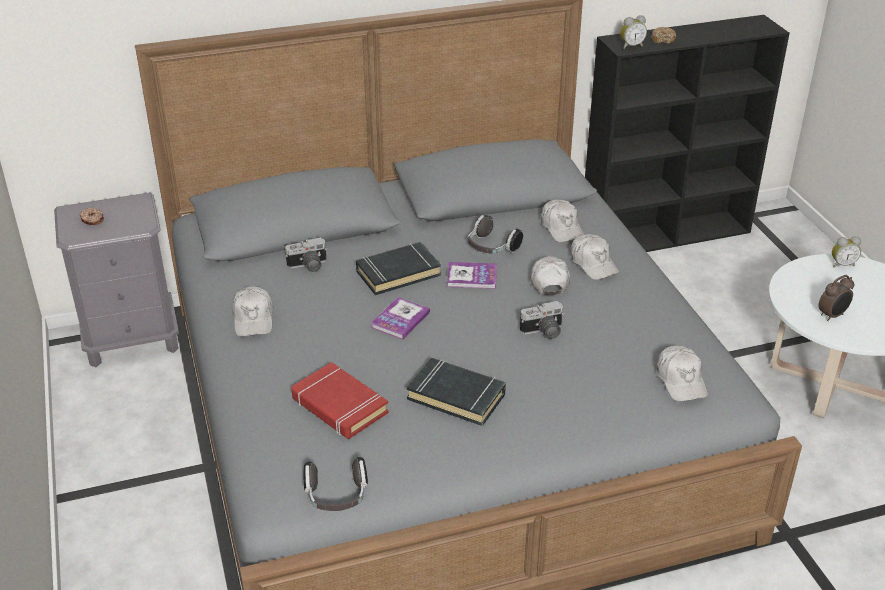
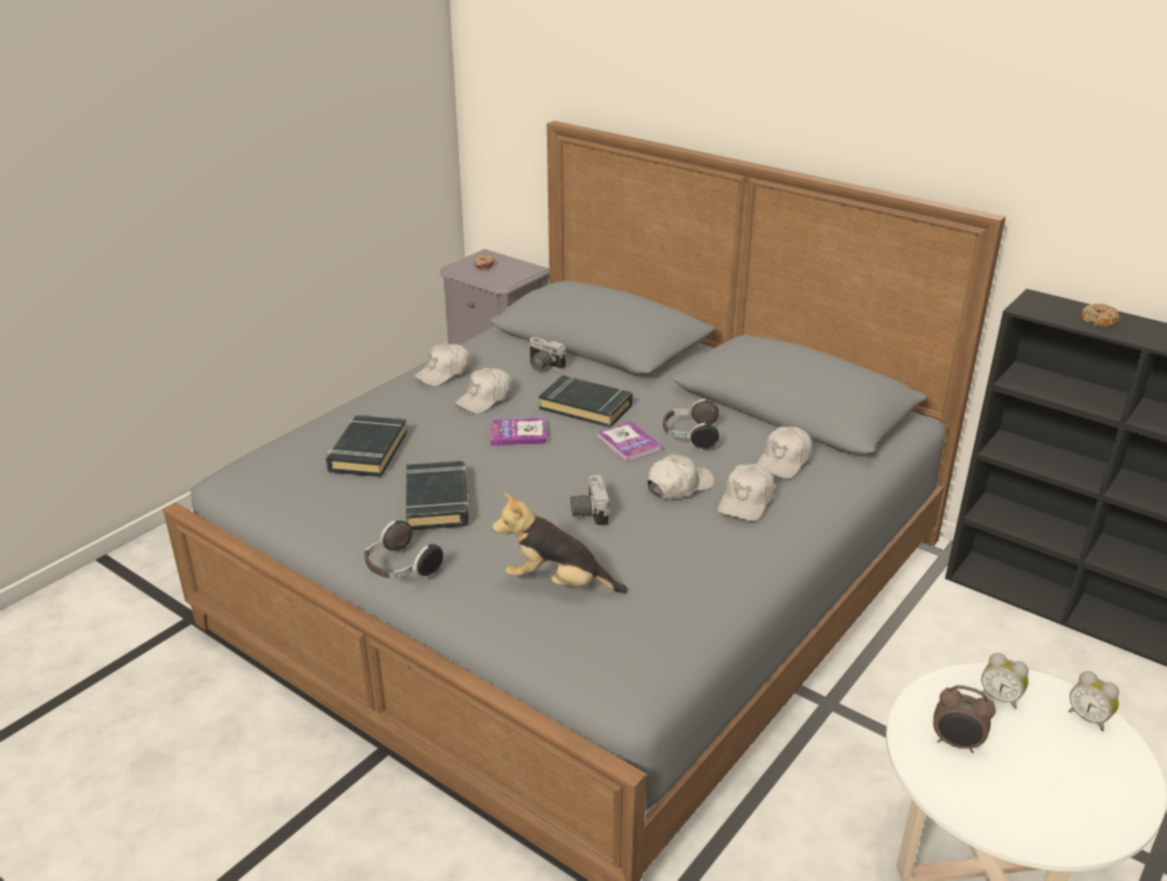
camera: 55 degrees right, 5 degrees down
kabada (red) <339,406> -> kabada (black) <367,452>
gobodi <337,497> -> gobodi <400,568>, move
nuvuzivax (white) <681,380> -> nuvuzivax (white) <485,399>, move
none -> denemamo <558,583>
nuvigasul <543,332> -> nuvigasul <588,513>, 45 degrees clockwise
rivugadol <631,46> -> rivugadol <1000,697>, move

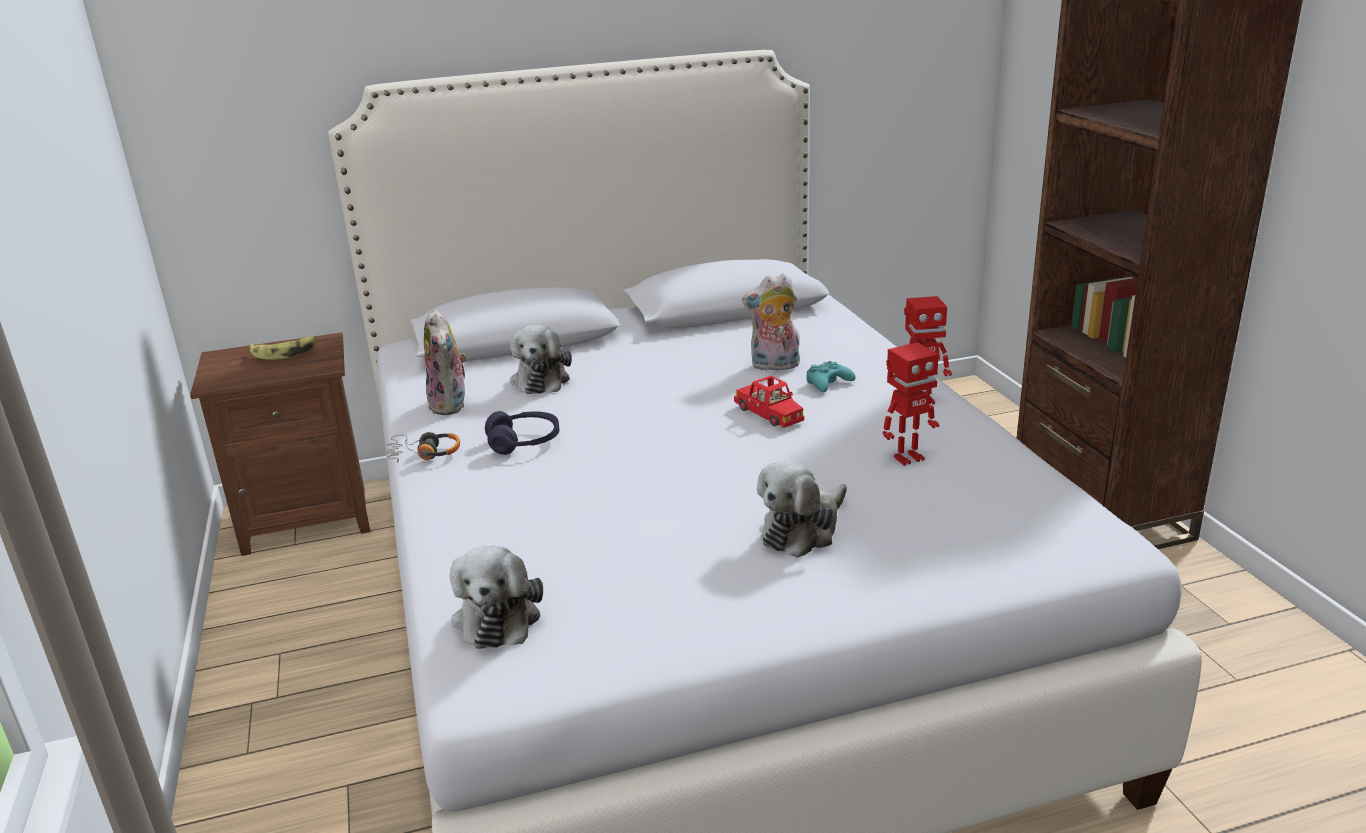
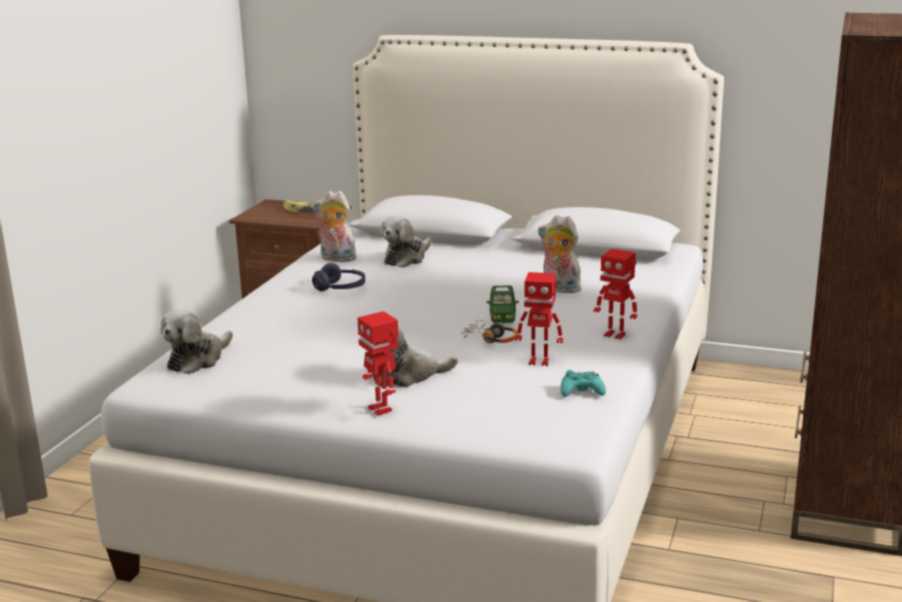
camera: 35 degrees right, 5 degrees down
denemamo <451,405> -> denemamo <336,259>, 90 degrees clockwise
none -> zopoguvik <381,409>
gobodi <424,454> -> gobodi <490,339>, move
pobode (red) <769,414> -> pobode (green) <502,314>
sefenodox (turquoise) <828,383> -> sefenodox (turquoise) <581,391>, move

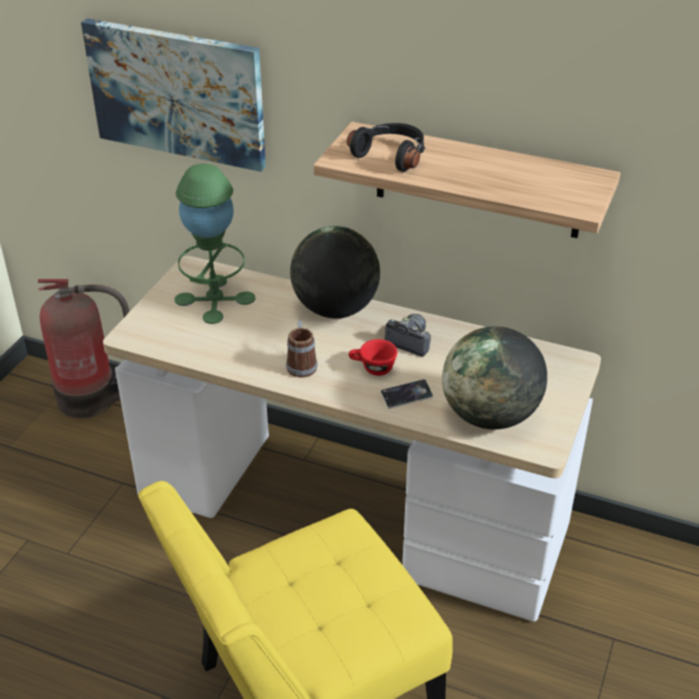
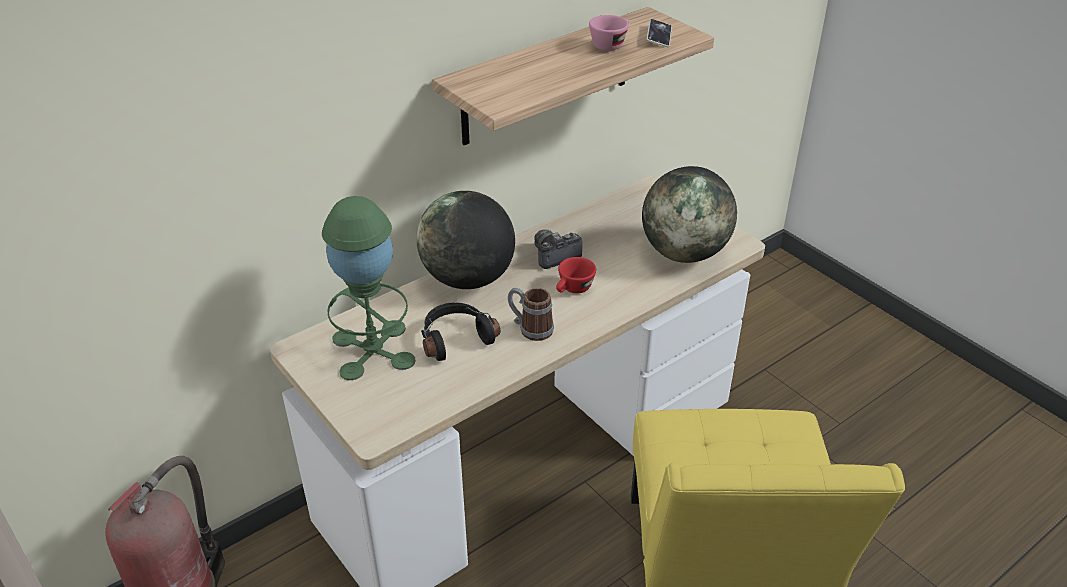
camera: 60 degrees left, 0 degrees up
gobodi (black) <392,155> -> gobodi (black) <455,338>, move
none -> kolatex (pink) <610,44>
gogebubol <406,396> -> gogebubol <659,36>, move
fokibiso <177,93> -> none

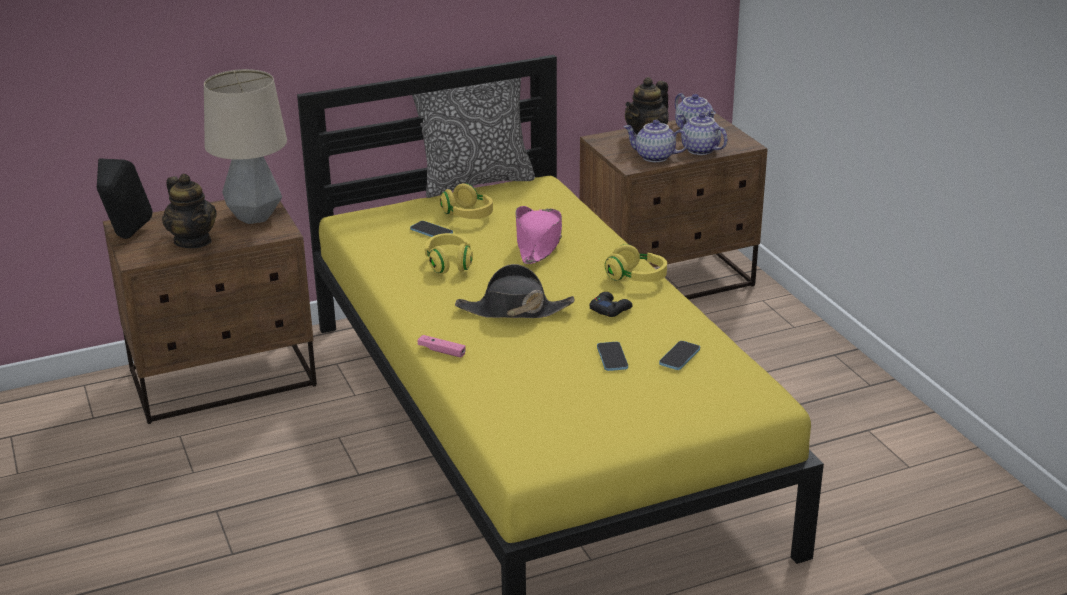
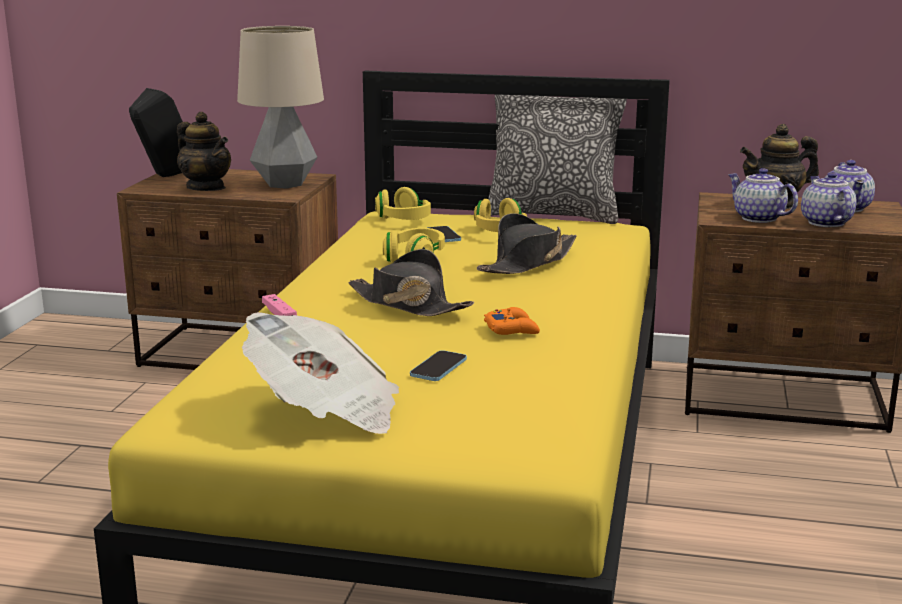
camera: 35 degrees right, 10 degrees down
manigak <193,241> -> manigak <206,188>, 45 degrees counterclockwise
none -> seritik <326,411>
gobodi (yellow) <636,278> -> gobodi (yellow) <403,220>, move
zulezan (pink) <538,243> -> zulezan (black) <527,262>
sefenodox (black) <610,309> -> sefenodox (orange) <512,329>
gogebubol <679,357> -> none

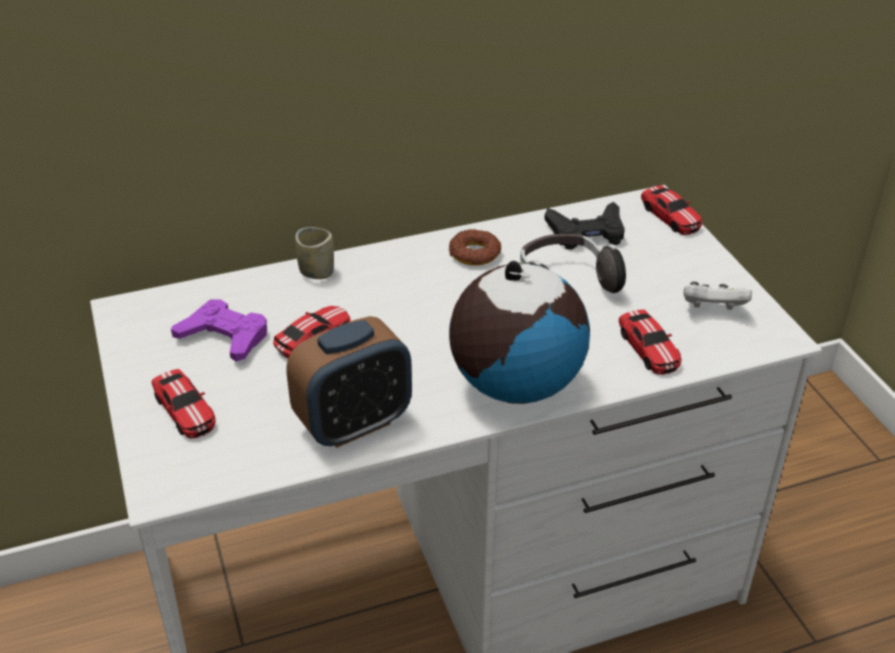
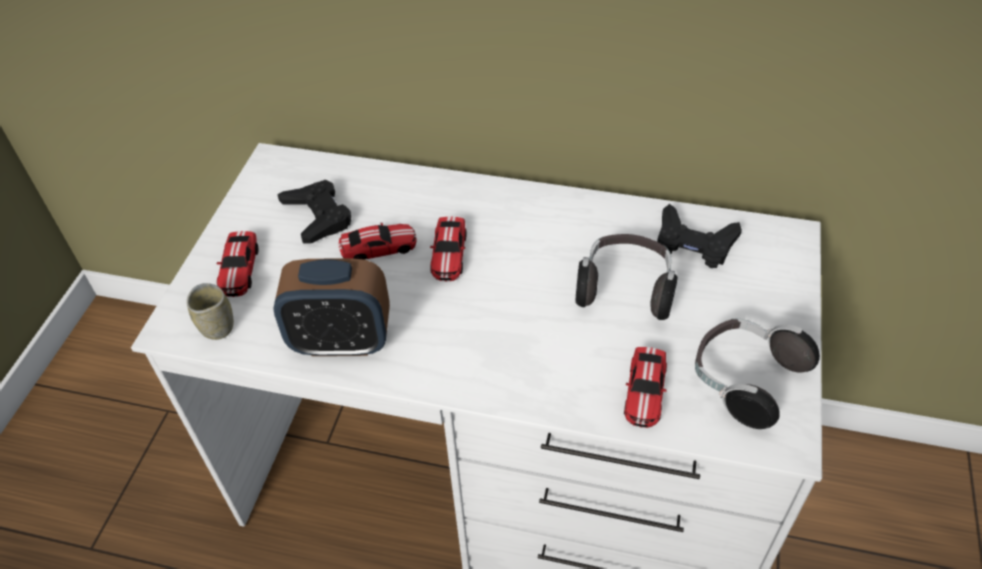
camera: 35 degrees right, 10 degrees up
kolatex <316,272> -> kolatex <217,327>, move
sefenodox (purple) <224,337> -> sefenodox (black) <318,216>
pobode <670,216> -> pobode <449,253>, move
sefenodox (white) <712,309> -> gobodi <744,380>
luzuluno <474,253> -> none
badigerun <515,384> -> none

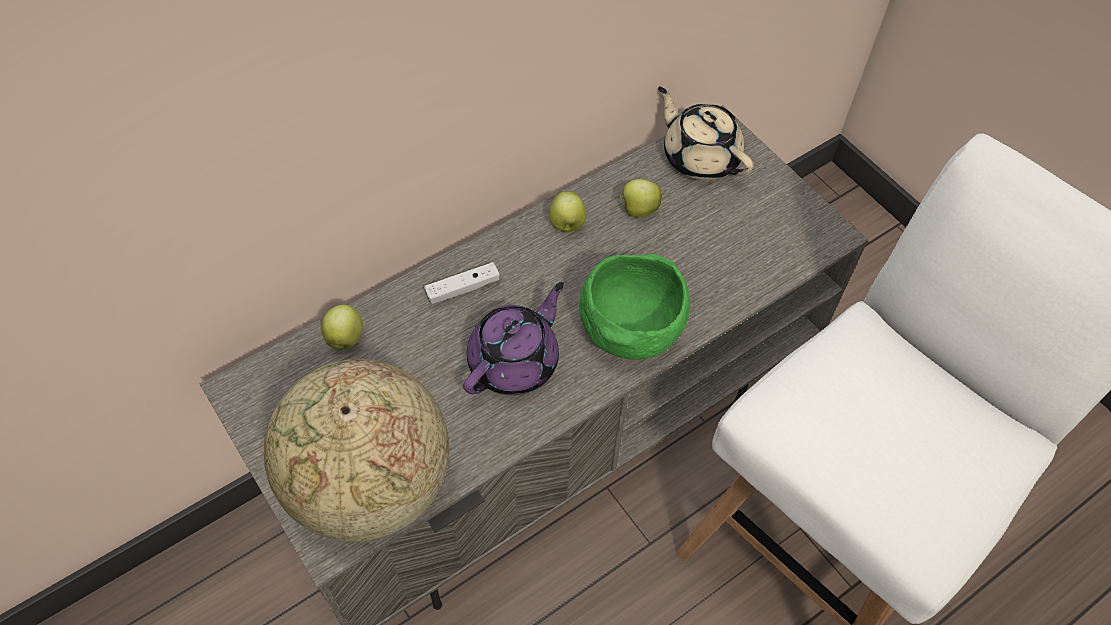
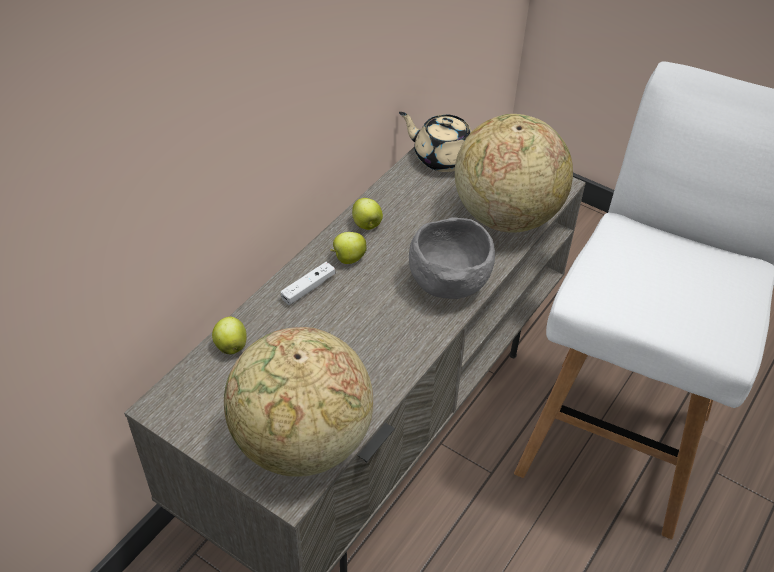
camera: 20 degrees left, 10 degrees down
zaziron <637,210> -> zaziron <348,259>, move
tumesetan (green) <630,330> -> tumesetan (grey) <448,282>
none -> badigerun <506,216>
manigak (purple) <515,361> -> none

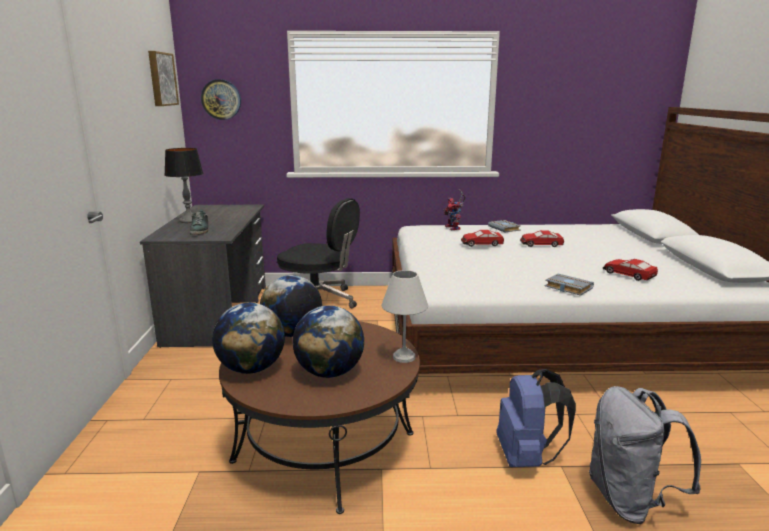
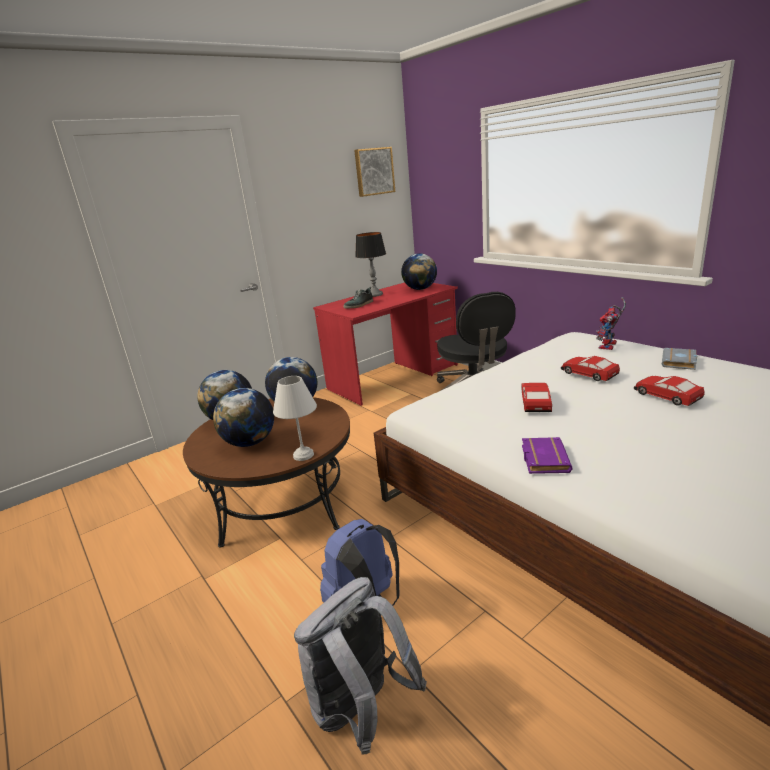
camera: 55 degrees right, 5 degrees up
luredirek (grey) <219,314> -> luredirek (red) <394,377>
none -> badigerun <420,289>
pobode <628,274> -> pobode <535,402>, move
kabada (grey) <567,288> -> kabada (purple) <543,458>
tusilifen <221,99> -> none

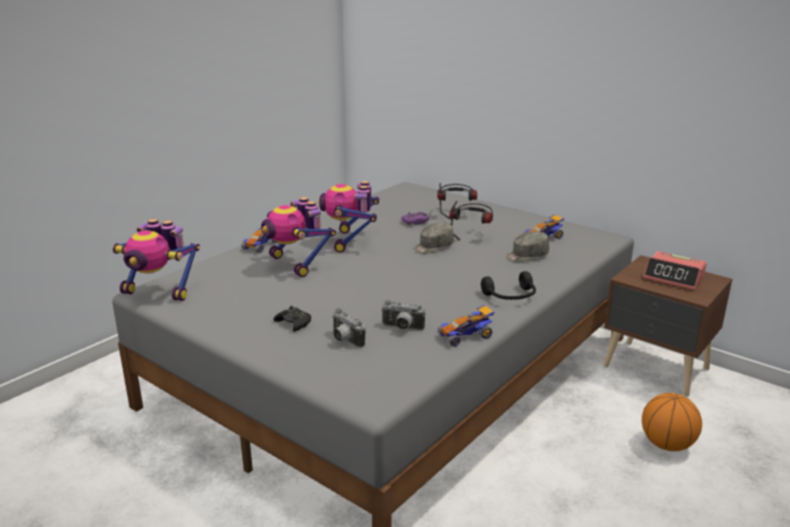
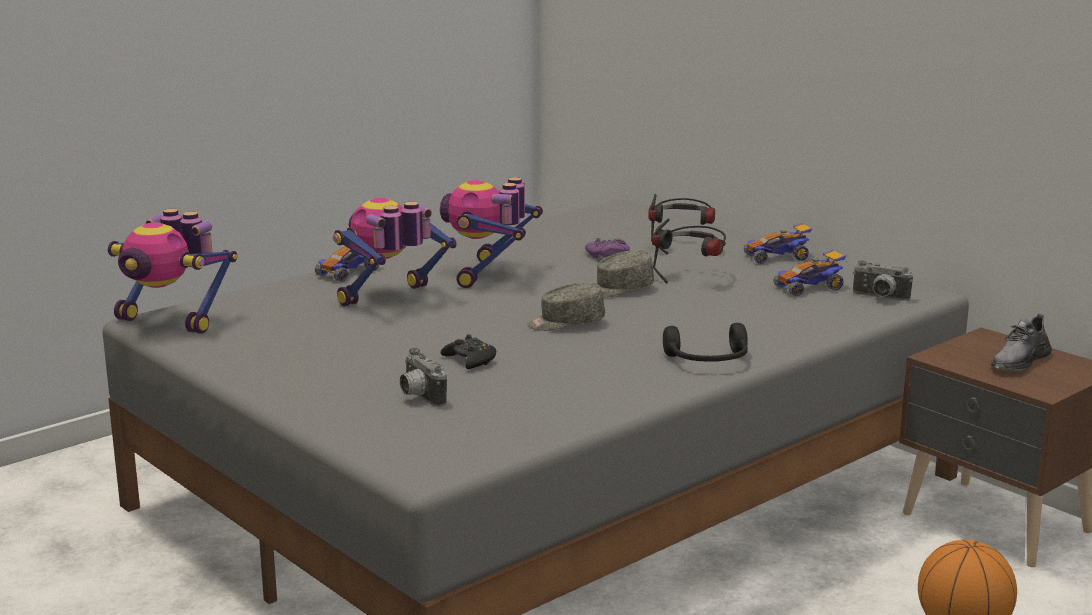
camera: 10 degrees right, 5 degrees down
zopoguvik <296,264> -> zopoguvik <391,299>, 75 degrees clockwise
sefenodox (black) <294,323> -> sefenodox (black) <470,360>, move
nuvuzivax (grey) <526,256> -> nuvuzivax (grey) <566,323>, move
pobode <466,336> -> pobode <777,257>, move
nuvigasul <402,328> -> nuvigasul <879,298>, move
rivugadol <674,278> -> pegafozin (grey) <1019,362>

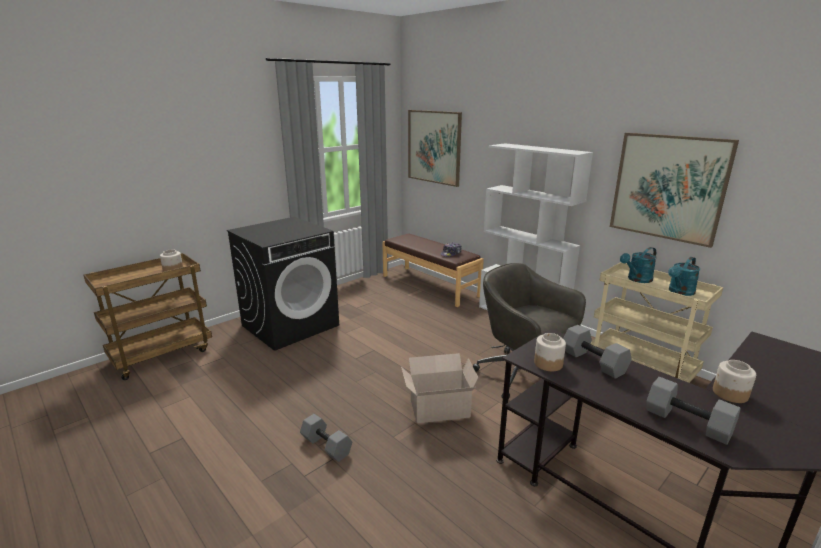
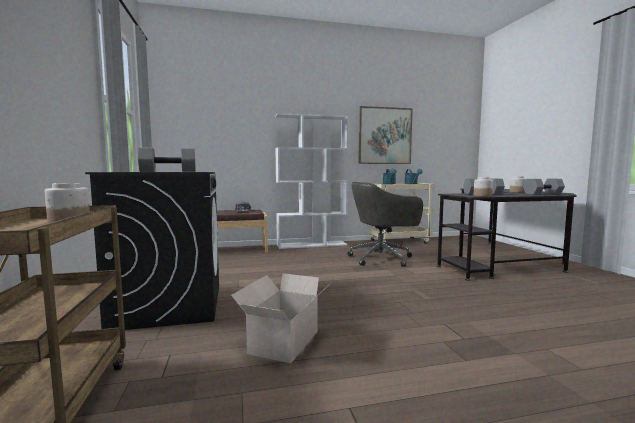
camera: 60 degrees left, 15 degrees down
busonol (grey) <325,446> -> busonol (grey) <168,171>, move
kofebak <437,408> -> kofebak <283,342>, move
fokibiso <434,147> -> none

